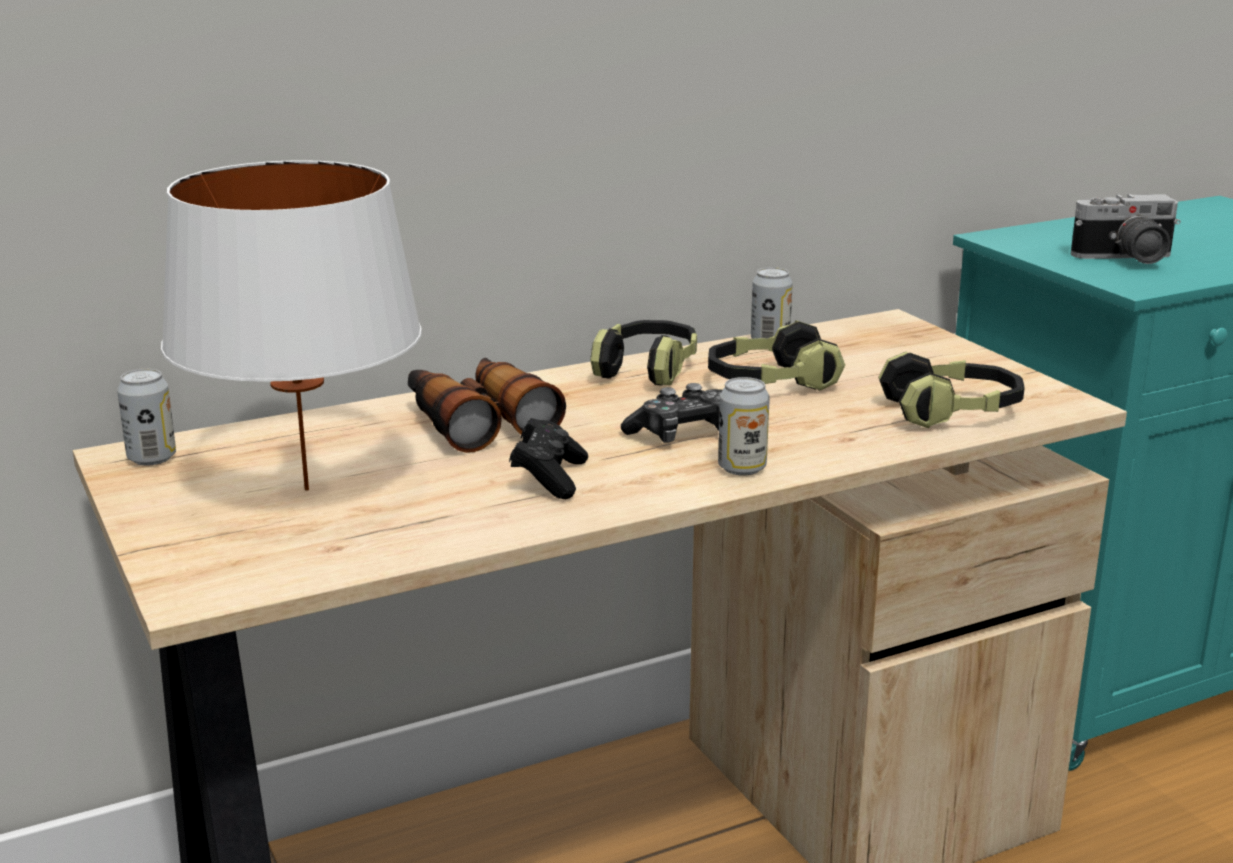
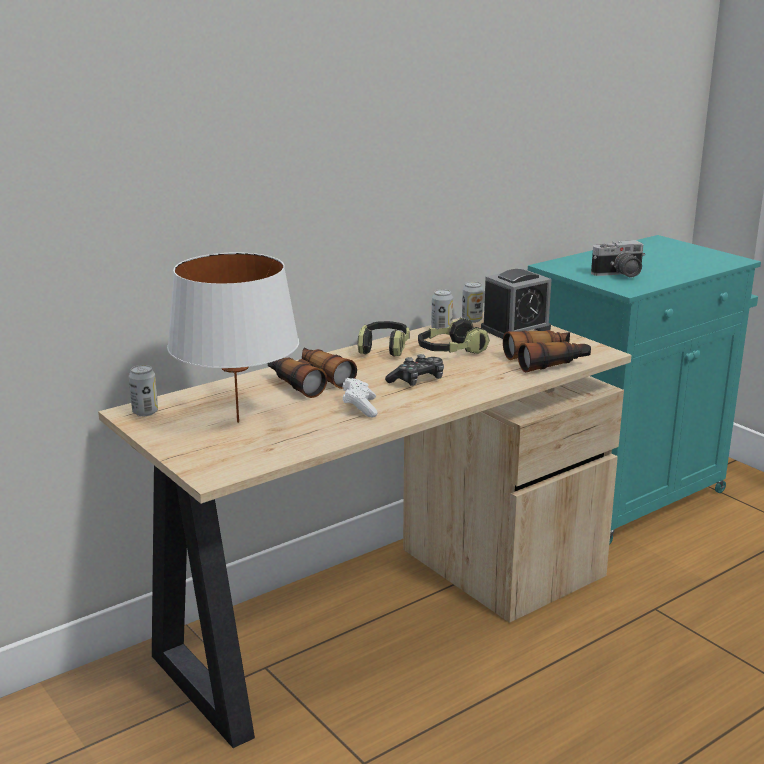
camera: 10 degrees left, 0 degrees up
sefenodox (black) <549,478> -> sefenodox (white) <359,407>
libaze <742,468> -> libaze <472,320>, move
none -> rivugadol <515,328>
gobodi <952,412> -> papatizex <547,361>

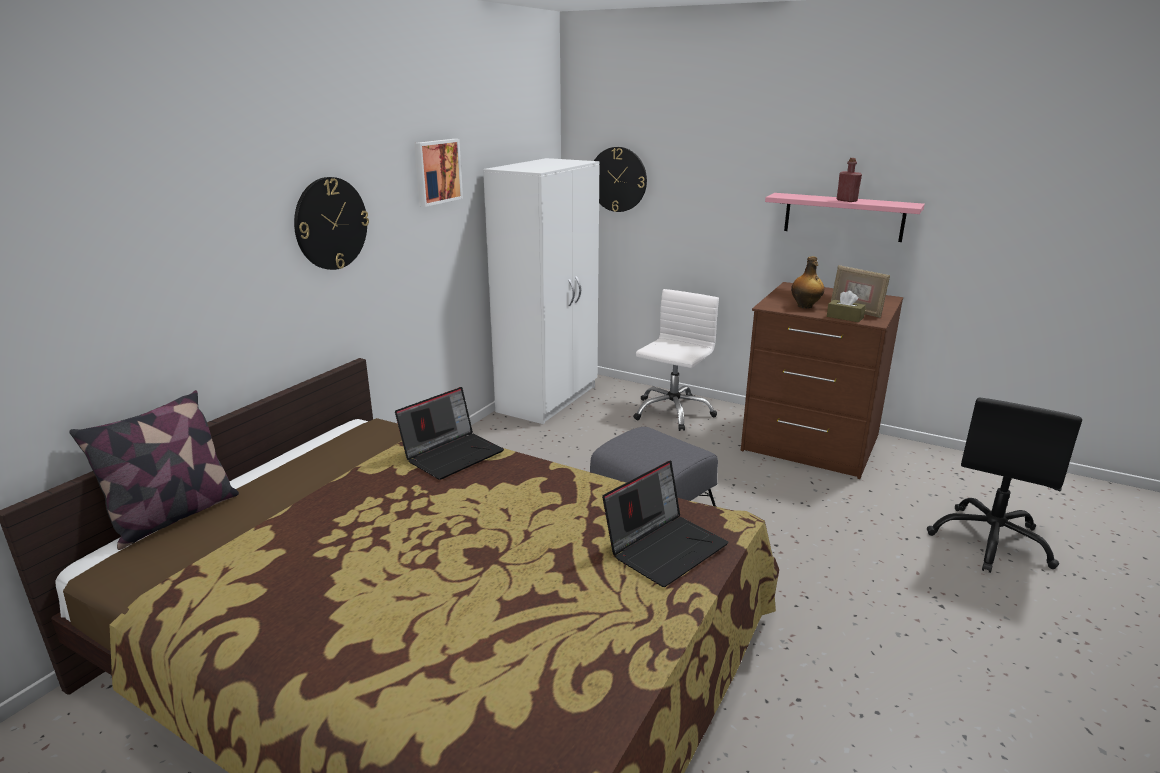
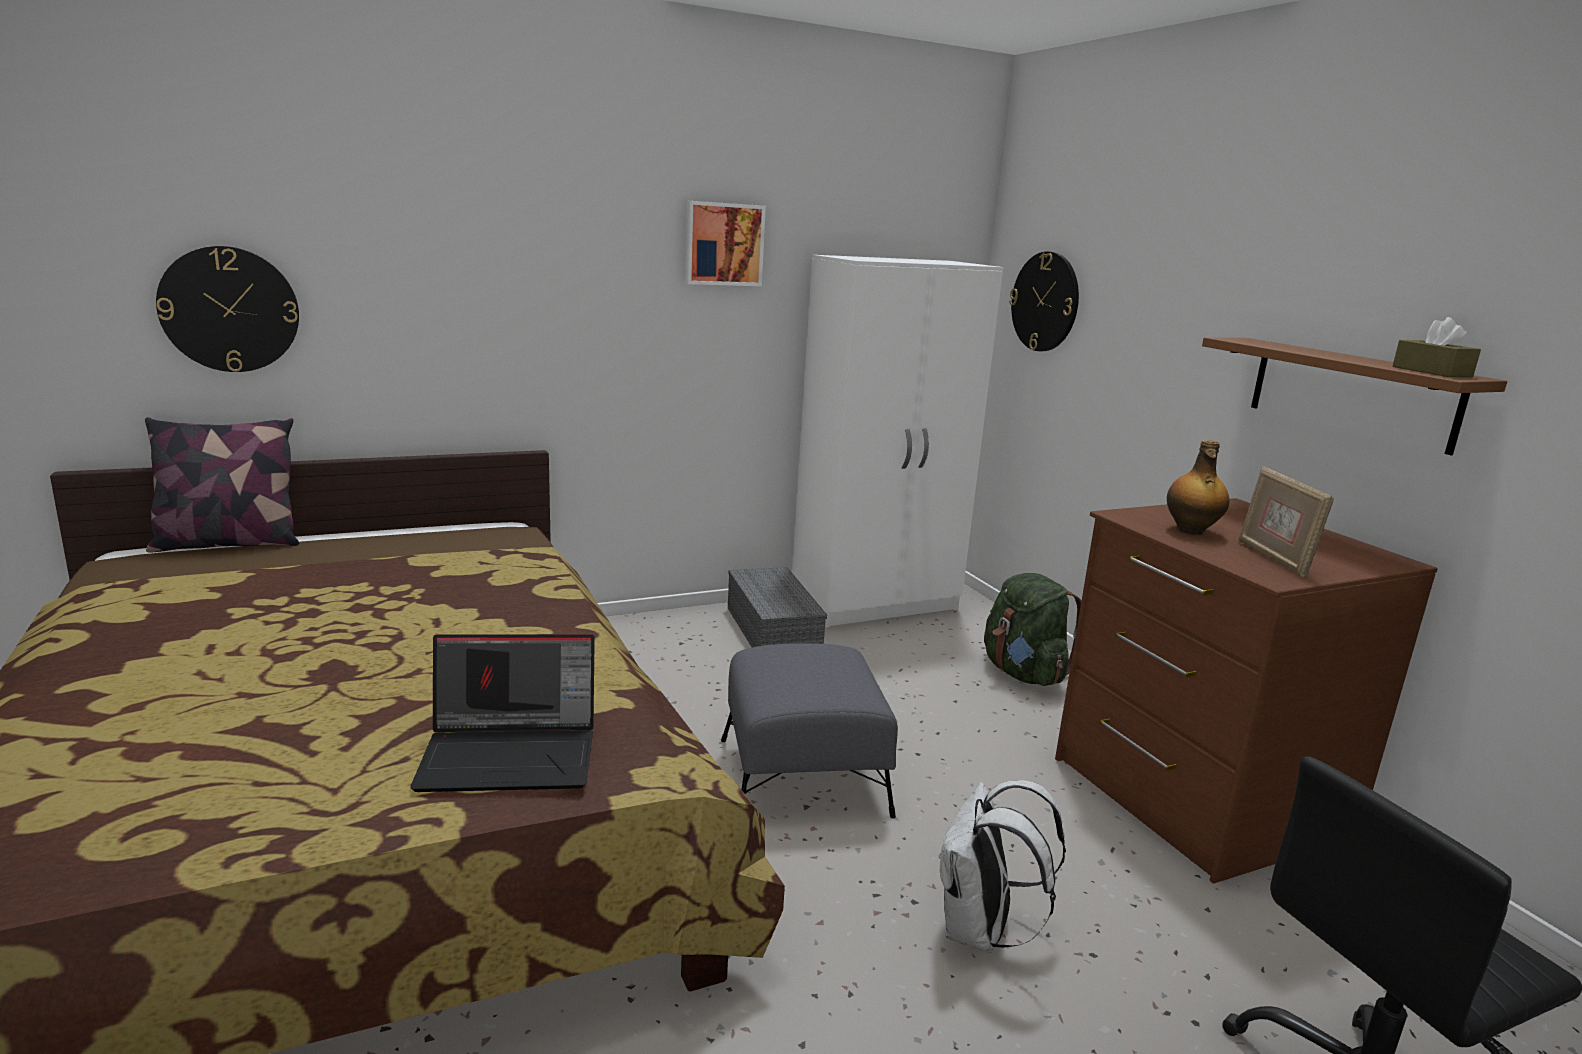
camera: 35 degrees right, 5 degrees down
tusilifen <331,223> -> tusilifen <230,309>, move
none -> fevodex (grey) <770,629>
none -> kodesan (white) <980,931>
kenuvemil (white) <672,412> -> kodesan (green) <1024,674>
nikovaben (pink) <843,217> -> nikovaben (brown) <1351,393>
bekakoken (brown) <845,317> -> bekakoken (brown) <1431,371>, move
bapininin <453,454> -> none
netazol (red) <846,200> -> none

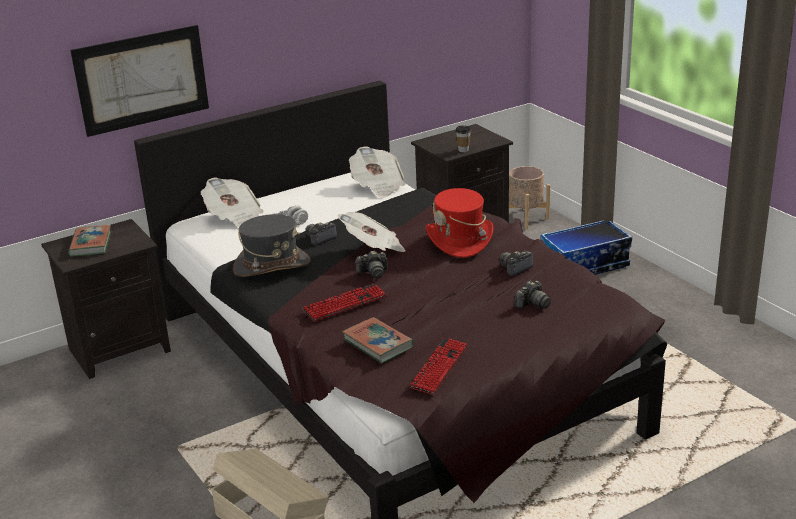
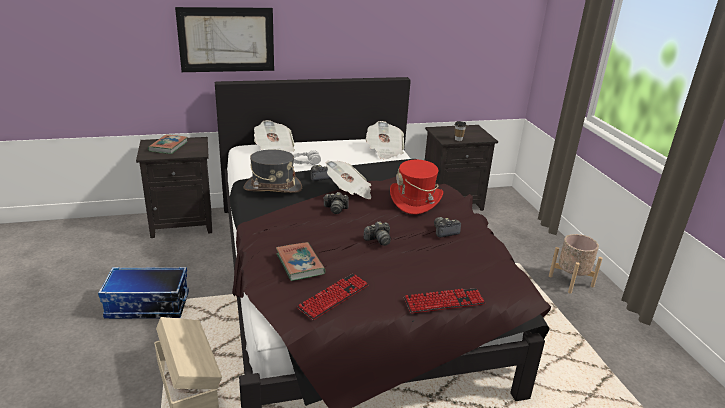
camera: 15 degrees right, 0 degrees up
fevodex <585,266> -> fevodex <147,306>, move
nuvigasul <533,304> -> nuvigasul <378,240>, move
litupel <345,304> -> litupel <444,302>, move
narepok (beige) <525,218> -> narepok (beige) <570,281>, move

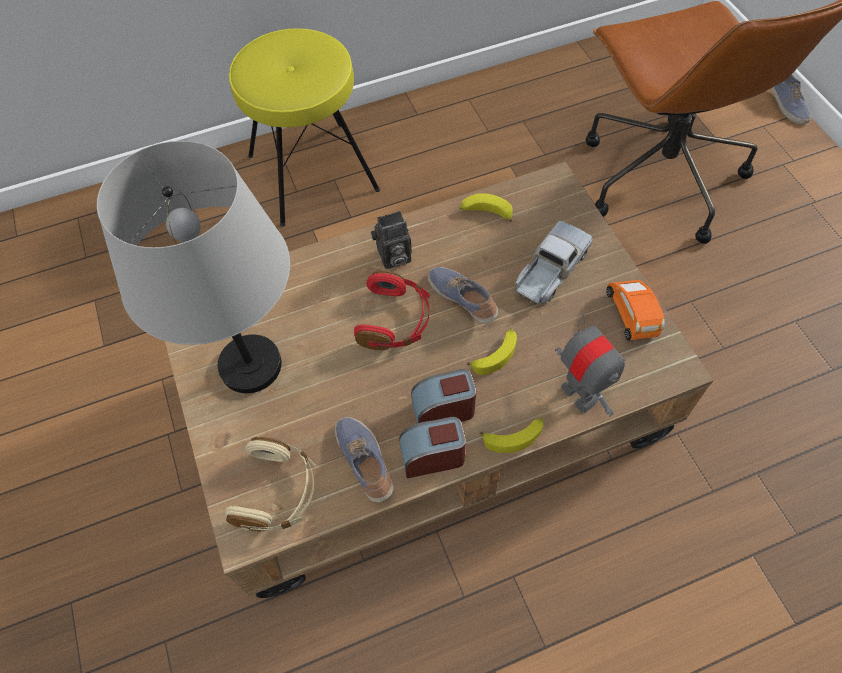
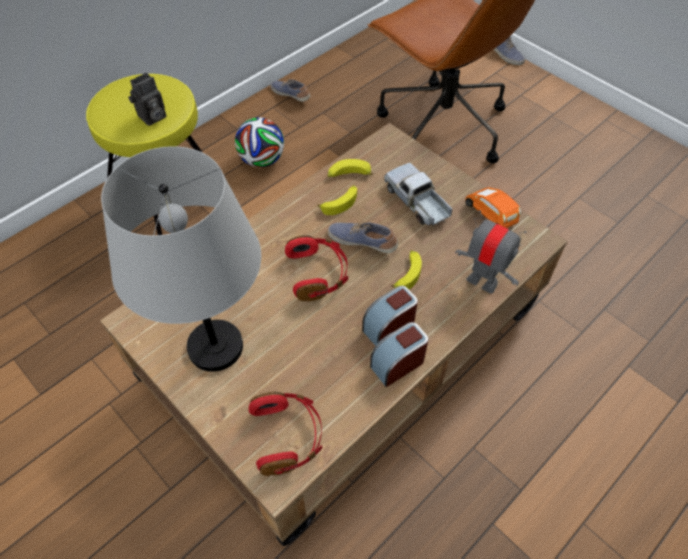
camera: 25 degrees left, 5 degrees down
nuvigasul <393,258> -> nuvigasul <152,117>, move
none -> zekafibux <262,160>
gobodi (beige) <278,492> -> gobodi (red) <288,436>
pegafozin <365,461> -> pegafozin <291,95>, move
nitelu <514,436> -> nitelu <340,203>, move
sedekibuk <550,271> -> sedekibuk <417,202>, 45 degrees counterclockwise

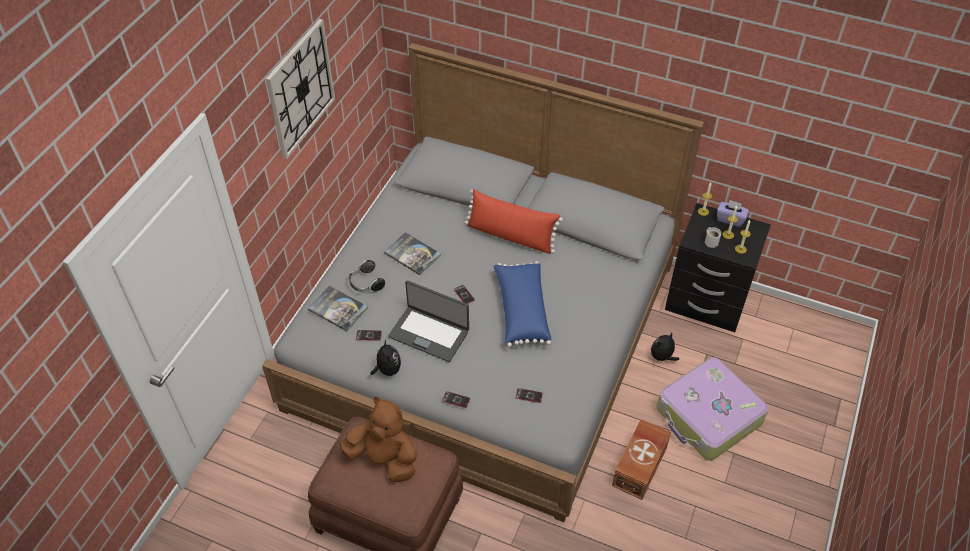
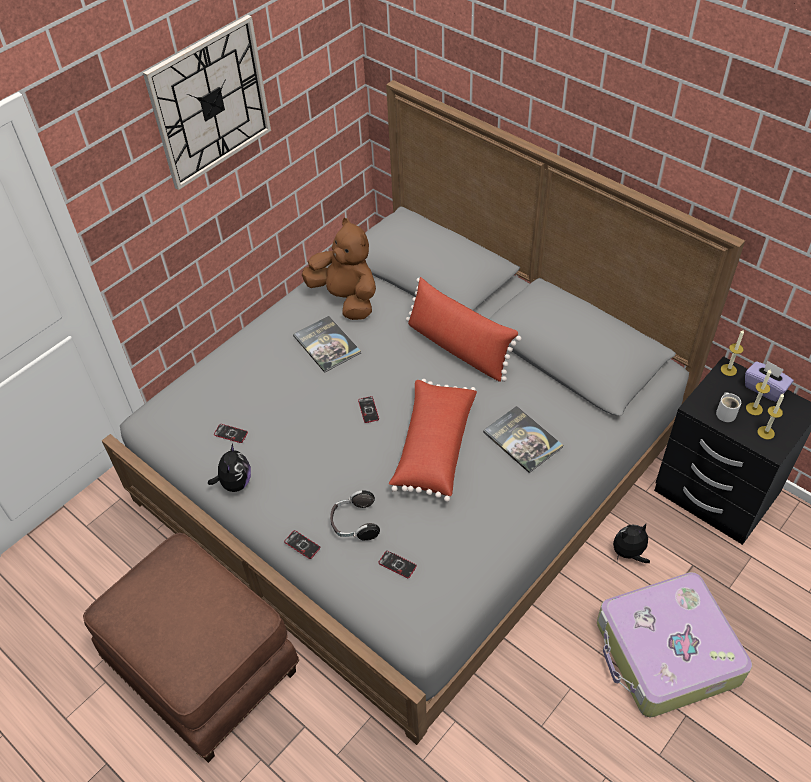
camera: 20 degrees right, 0 degrees up
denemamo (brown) <384,459> -> denemamo (brown) <346,298>, move
gobodi <366,283> -> gobodi <355,523>, move
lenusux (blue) <521,310> -> lenusux (red) <433,447>
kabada <338,309> -> kabada <522,439>, move
bapininin <429,333> -> none
fevodex (brown) <640,466> -> none

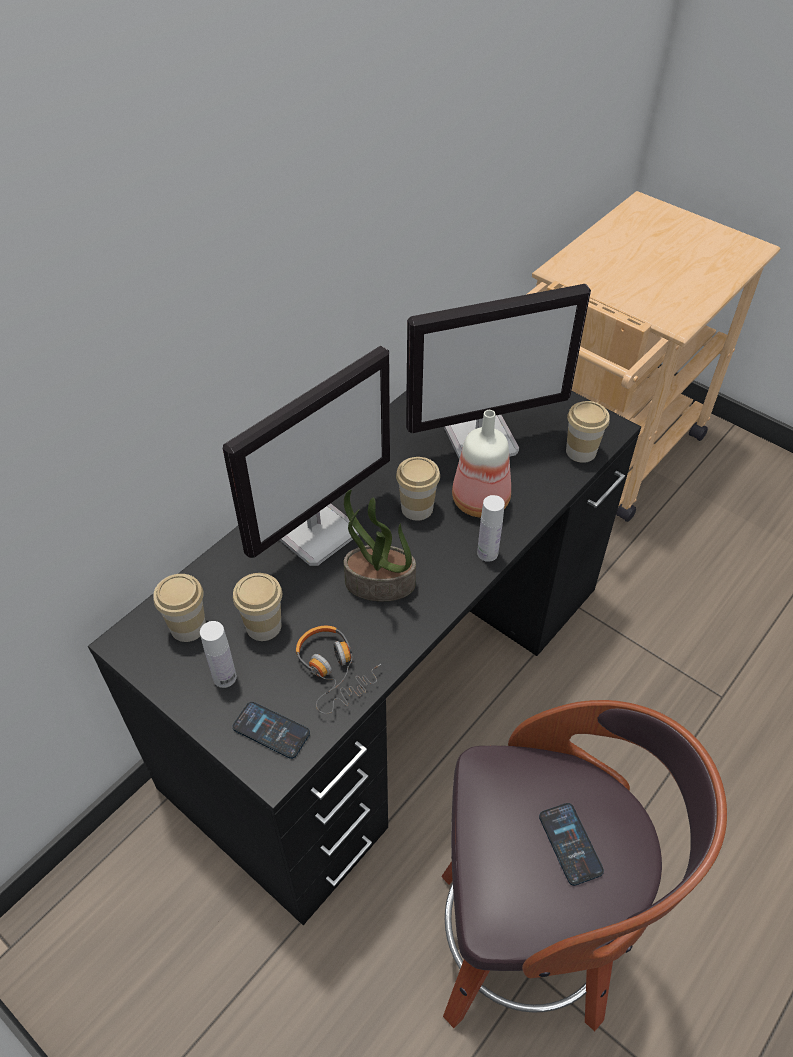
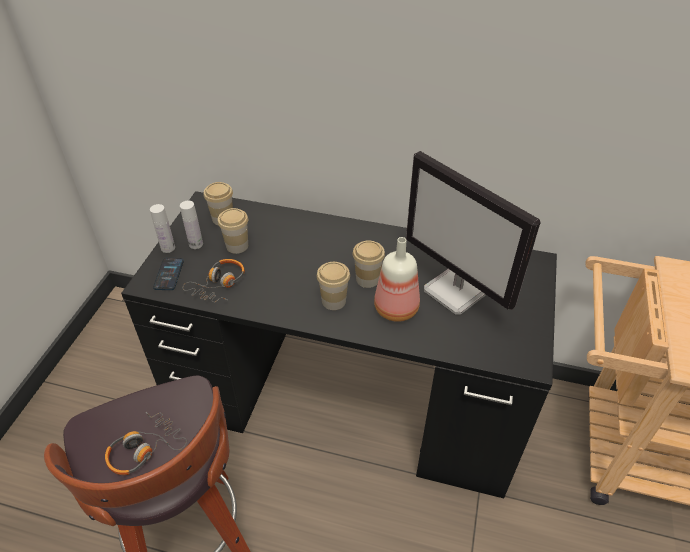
camera: 65 degrees right, 5 degrees down
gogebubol <570,844> -> gobodi <145,449>
netazol (white) <487,553> -> netazol (white) <168,248>, move
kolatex <581,451> -> kolatex <333,301>, move
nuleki <317,530> -> none
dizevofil <379,584> -> none

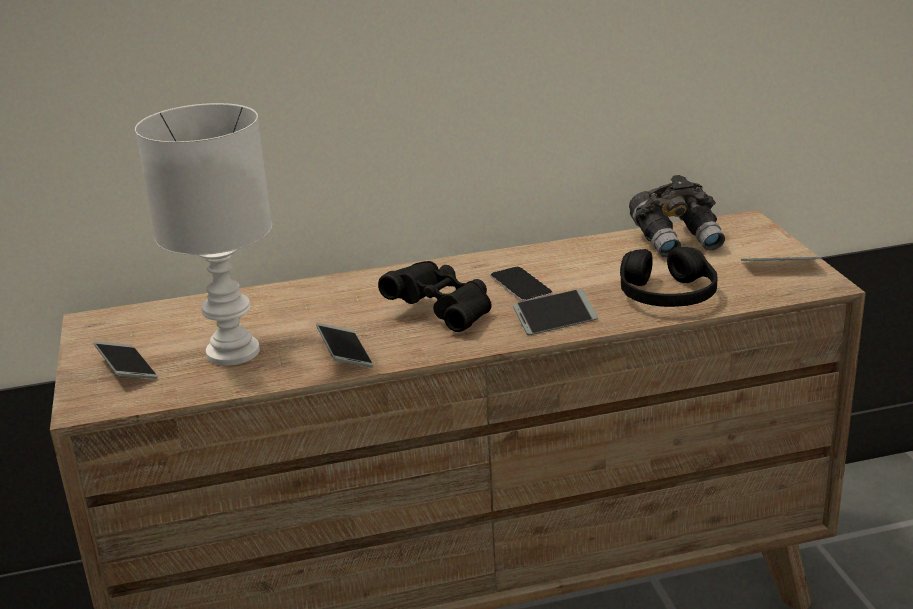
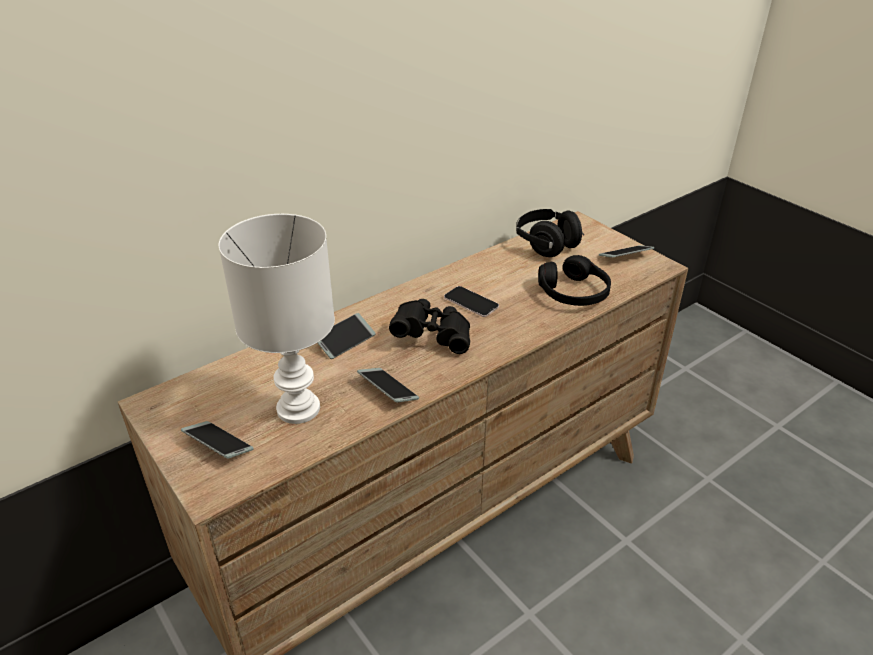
camera: 25 degrees left, 10 degrees up
gogebubol <555,320> -> gogebubol <345,341>, move
papatizex (grey) <677,240> -> gobodi (black) <546,245>

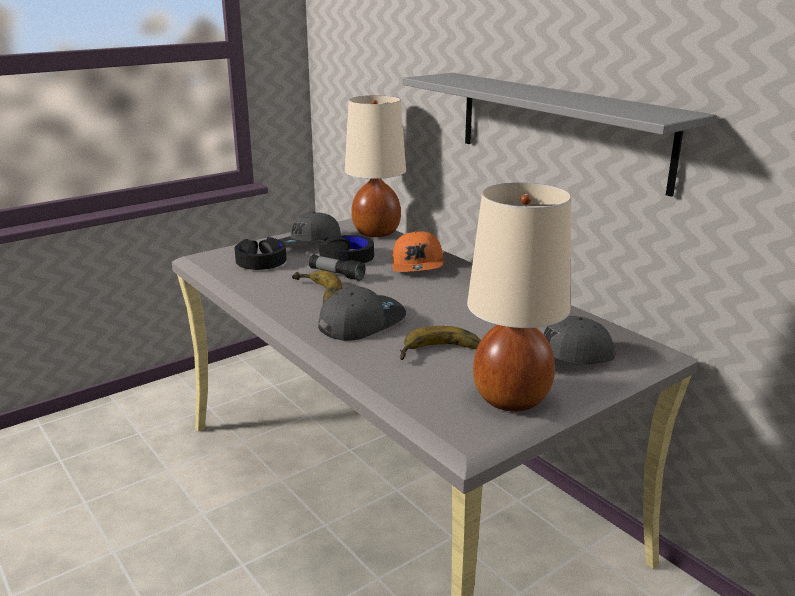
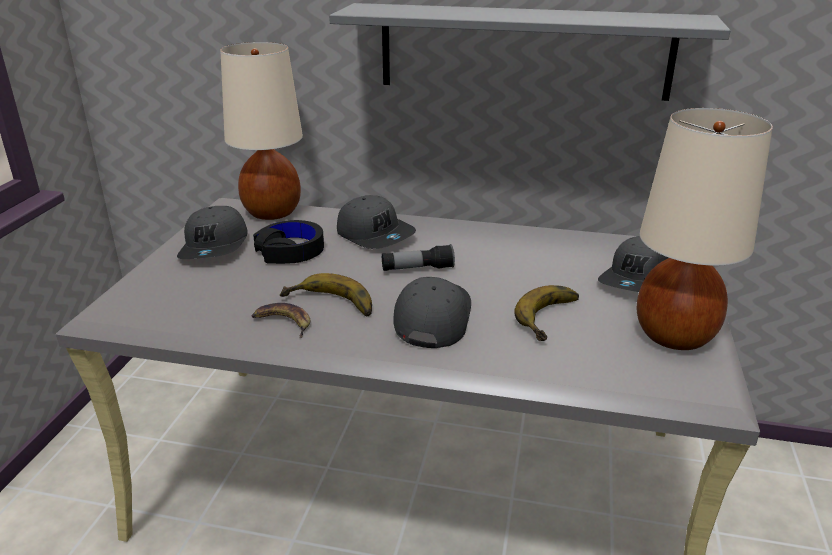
camera: 40 degrees left, 5 degrees up
none -> nitelu <283,322>
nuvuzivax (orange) <418,265> -> nuvuzivax (grey) <375,234>
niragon <336,275> -> niragon <417,269>, move
gobodi (black) <261,261> -> none

